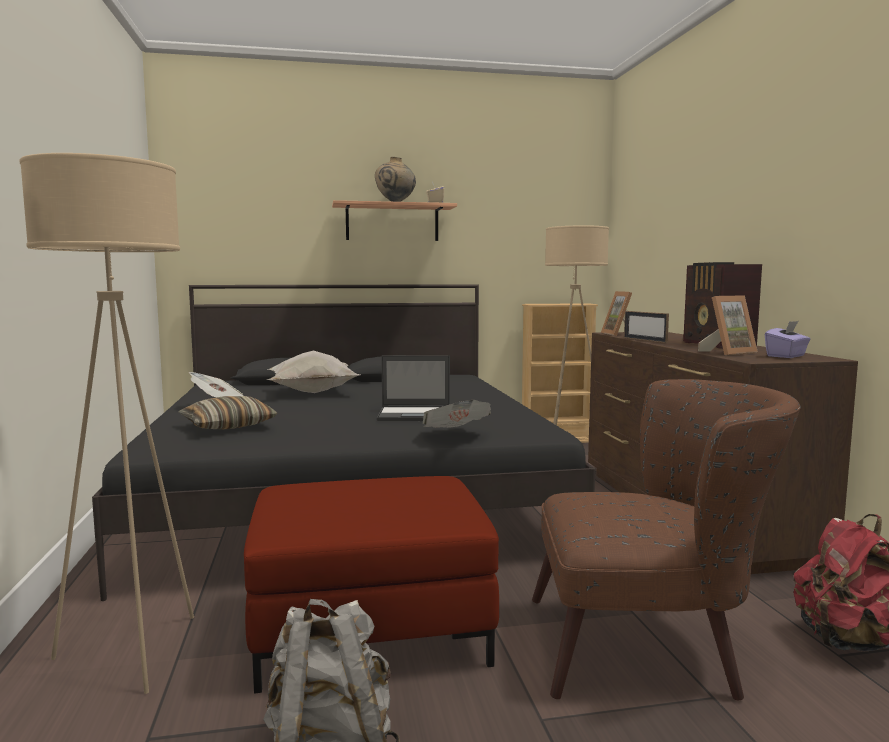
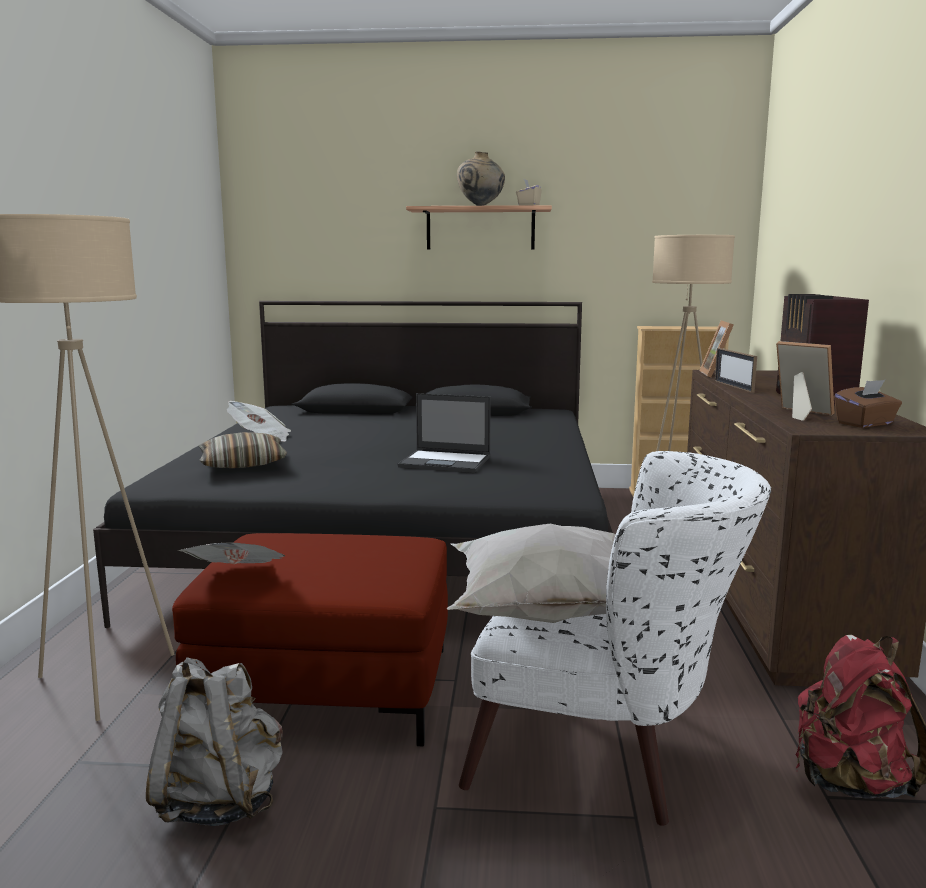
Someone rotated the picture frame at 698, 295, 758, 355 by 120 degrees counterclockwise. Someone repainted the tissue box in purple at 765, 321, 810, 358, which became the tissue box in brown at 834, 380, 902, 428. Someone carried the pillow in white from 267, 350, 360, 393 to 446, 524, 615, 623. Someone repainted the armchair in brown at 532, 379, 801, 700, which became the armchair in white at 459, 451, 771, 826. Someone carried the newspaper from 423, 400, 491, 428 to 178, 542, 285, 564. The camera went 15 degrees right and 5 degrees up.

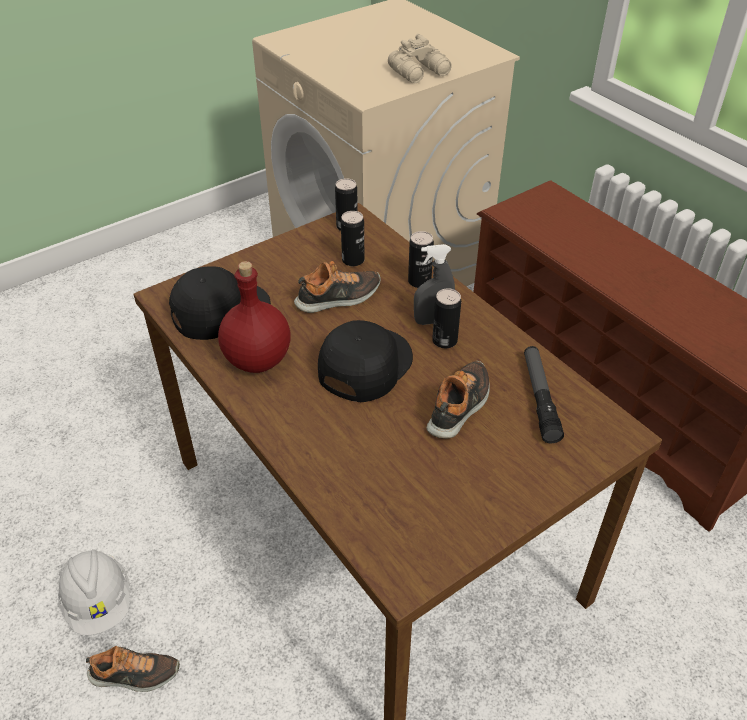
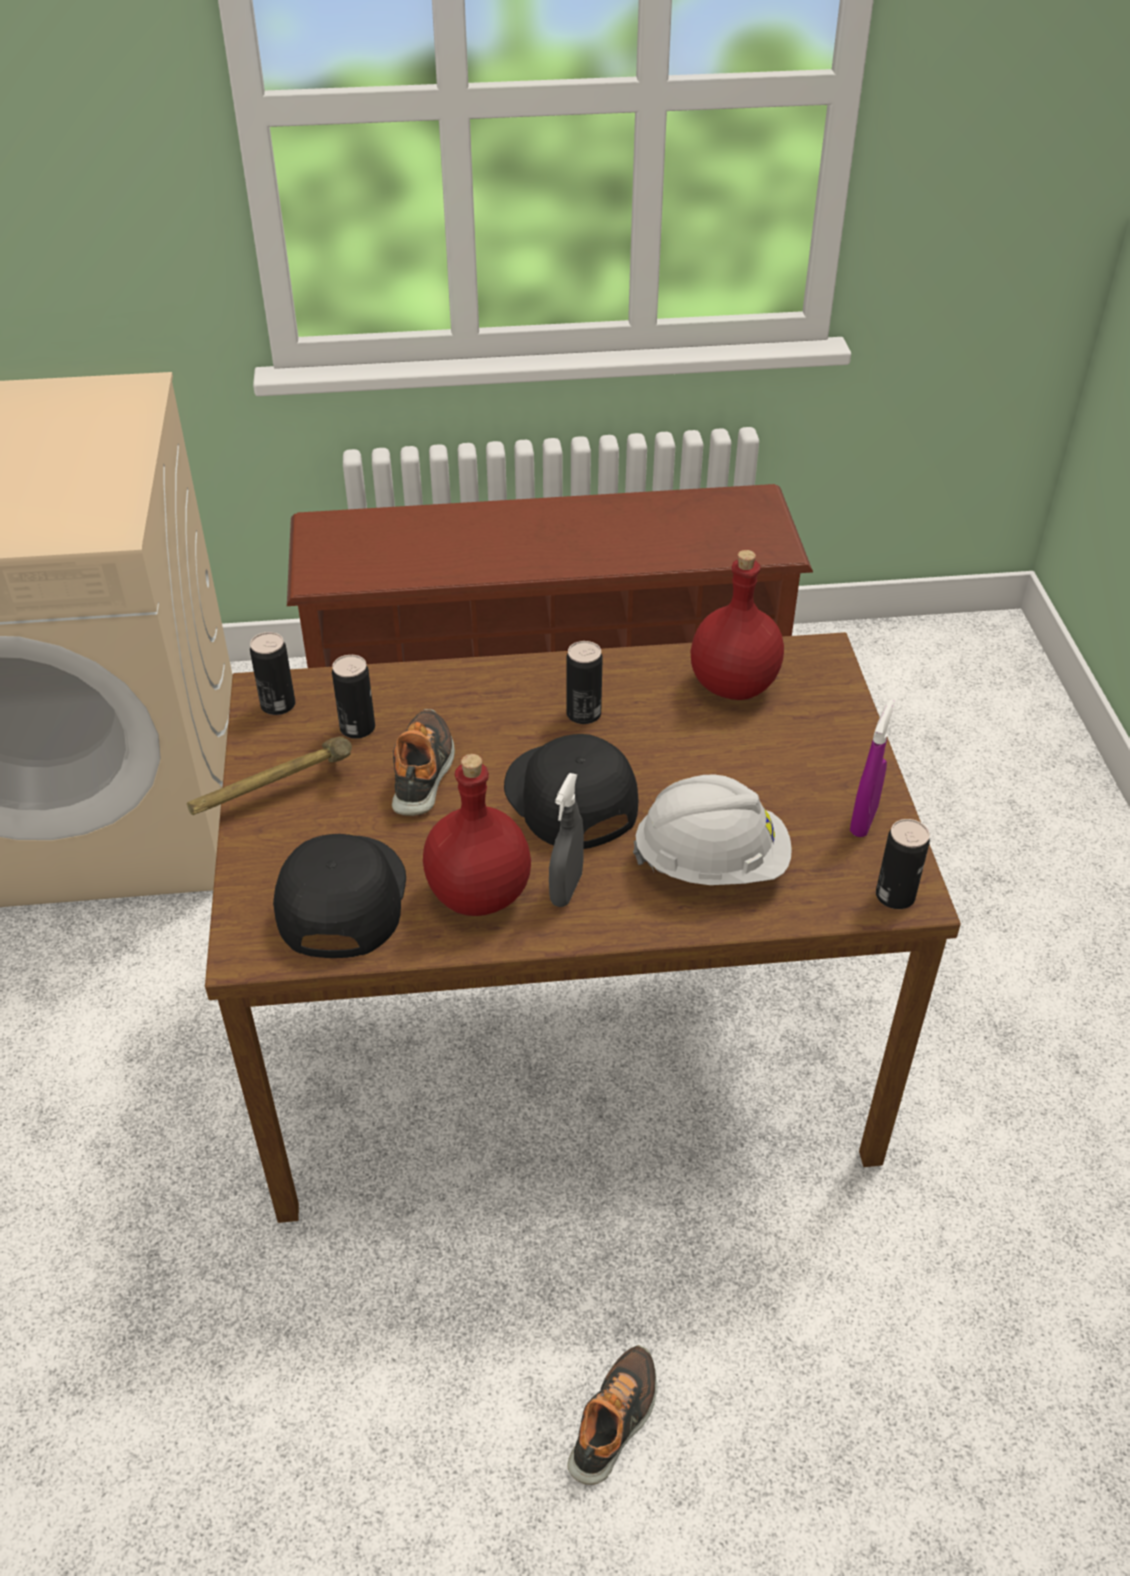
Someone took away the binoculars in beige at 388, 34, 452, 83. Someone carried the can from 408, 231, 434, 288 to 876, 819, 930, 909. Someone carried the spray bottle in grey from 414, 244, 455, 325 to 549, 773, 584, 907. Someone swapped the flashlight at 524, 346, 564, 444 for the bottle in red at 691, 550, 784, 700. Someone took away the shoe at 426, 361, 490, 439. Someone carried the hard hat in white from 58, 549, 130, 635 to 633, 775, 792, 885. Someone put down the spray bottle in purple at 850, 699, 894, 837. Someone put down the hammer at 187, 736, 352, 815. The camera went 60 degrees left and 0 degrees up.

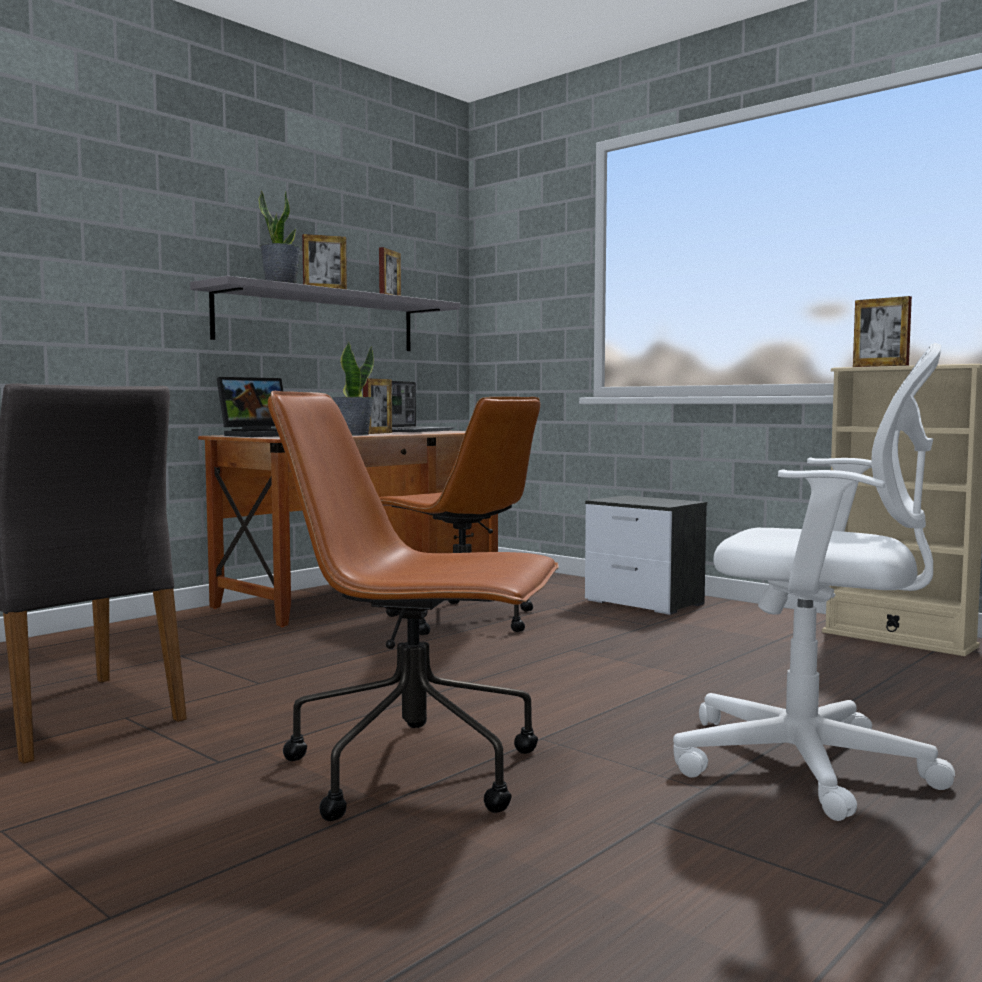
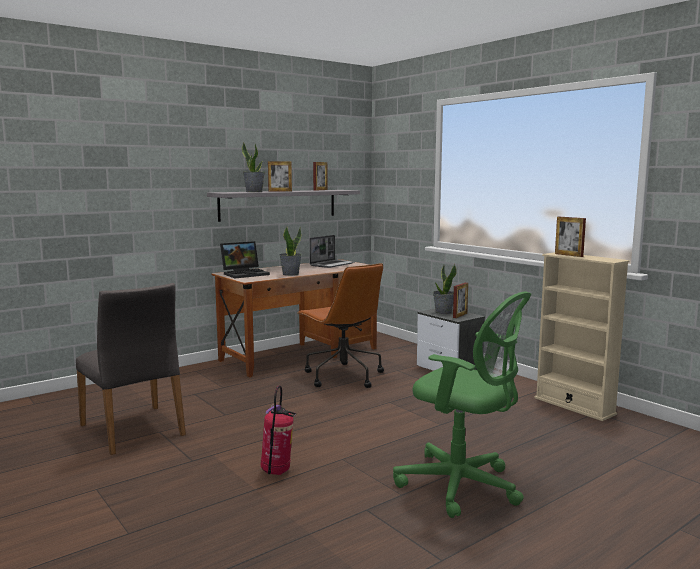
Someone repainted the office chair in white at 673, 343, 955, 821, which became the office chair in green at 393, 292, 531, 518. Someone carried the picture frame from 363, 378, 392, 434 to 453, 283, 468, 318. Someone swapped the office chair in brown at 268, 391, 559, 821 for the fire extinguisher at 261, 385, 296, 475. Someone put down the potted plant at 433, 264, 457, 314. The camera went 10 degrees right and 5 degrees up.

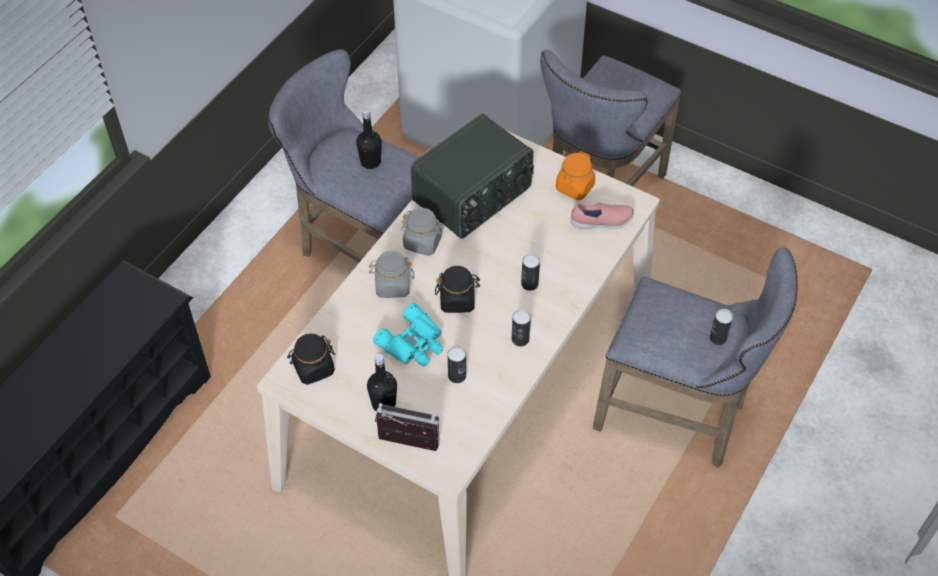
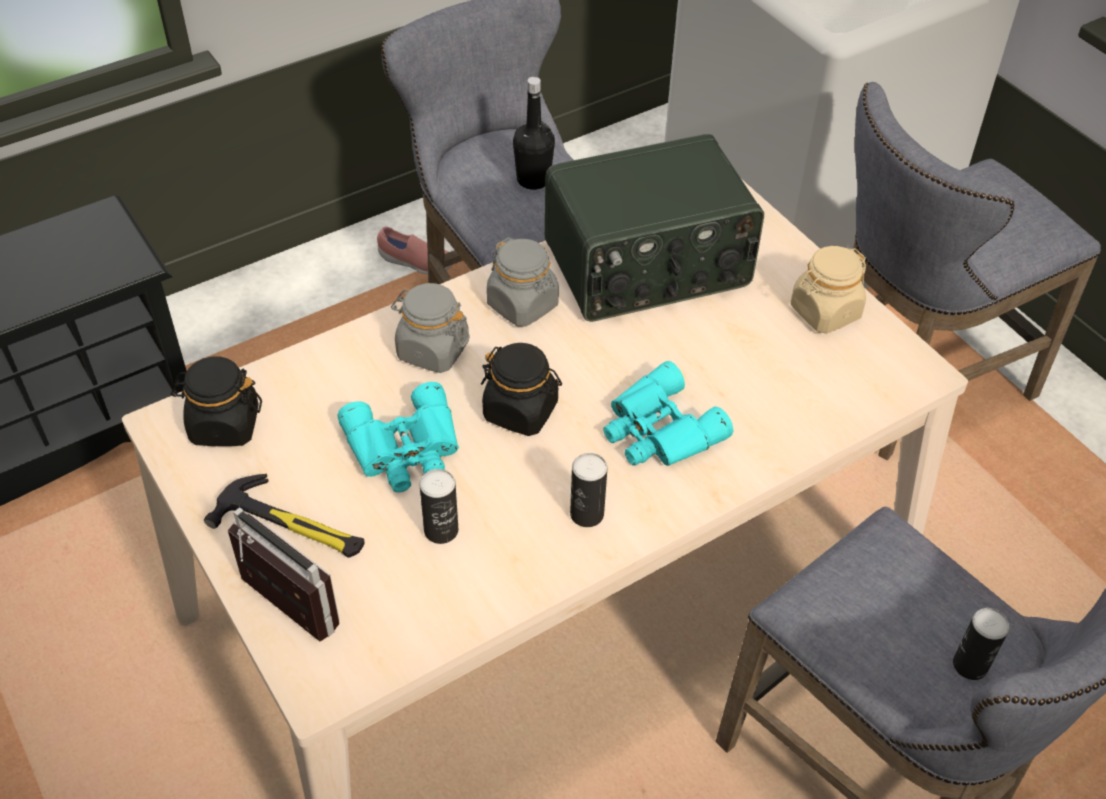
Someone repainted the jar in orange at 556, 151, 595, 200, which became the jar in beige at 790, 246, 867, 333. Someone carried the shoe in pink from 571, 203, 634, 229 to 377, 226, 452, 275. Someone swapped the can at 521, 253, 540, 291 for the binoculars in turquoise at 603, 361, 733, 466. Someone swapped the bottle in black at 367, 353, 397, 412 for the hammer at 204, 474, 365, 558. The camera went 25 degrees right and 5 degrees down.

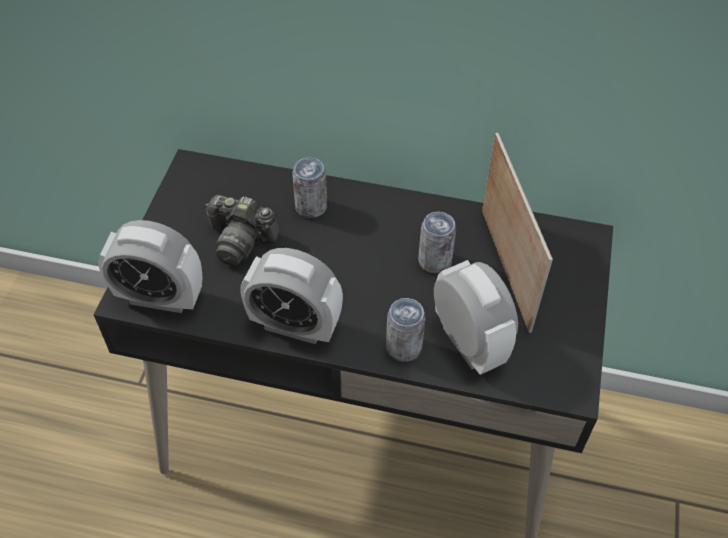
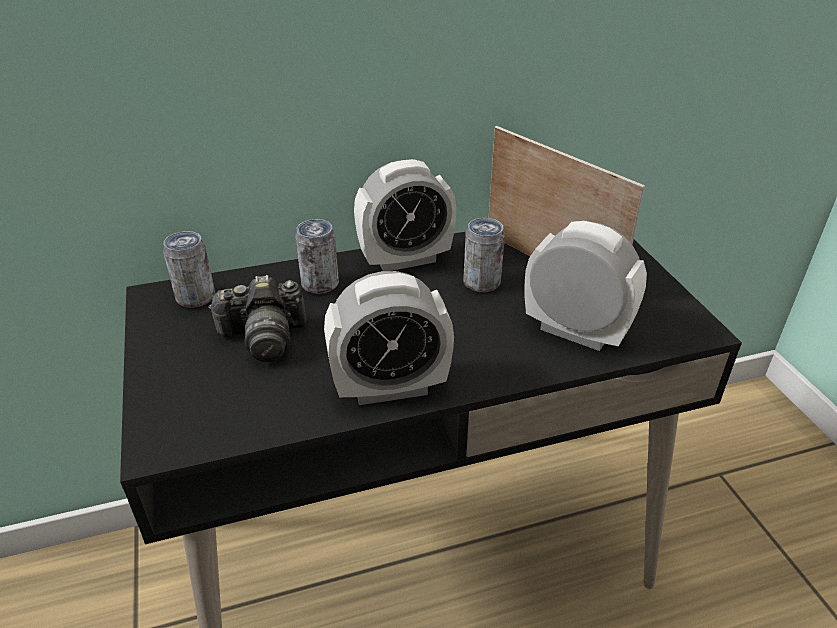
Someone carried the alarm clock from 98, 220, 202, 313 to 354, 159, 456, 271. Someone carried the can from 386, 298, 426, 362 to 163, 231, 215, 308. The camera went 30 degrees left and 15 degrees down.

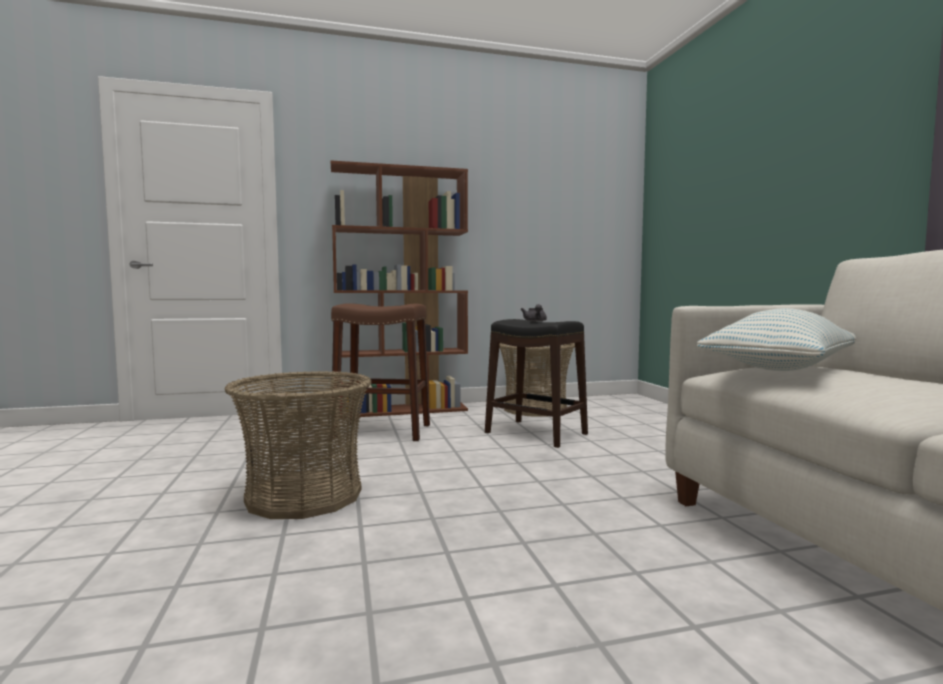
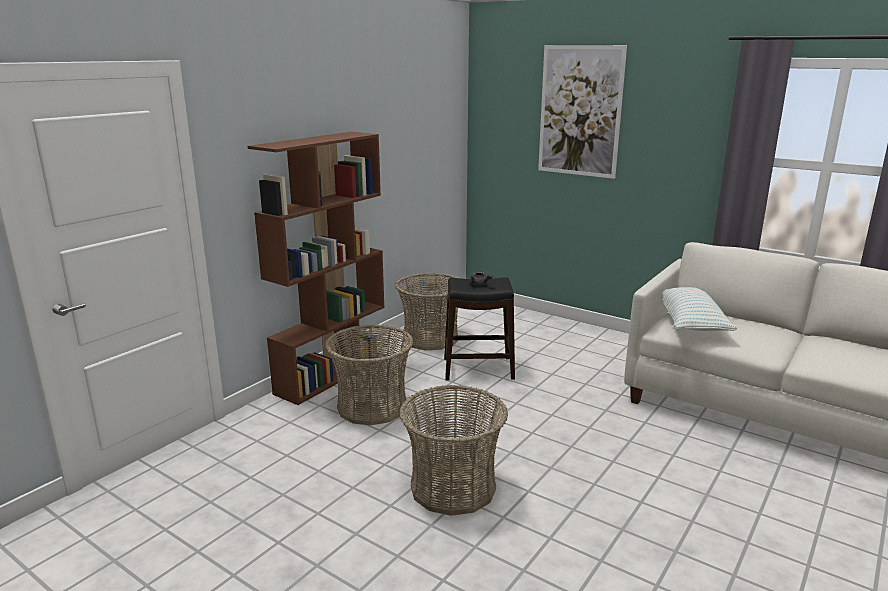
Someone swapped the stool in brown at 331, 303, 430, 441 for the basket at 325, 324, 413, 425. Someone put up the picture at 538, 45, 627, 179. The camera went 40 degrees left and 15 degrees up.

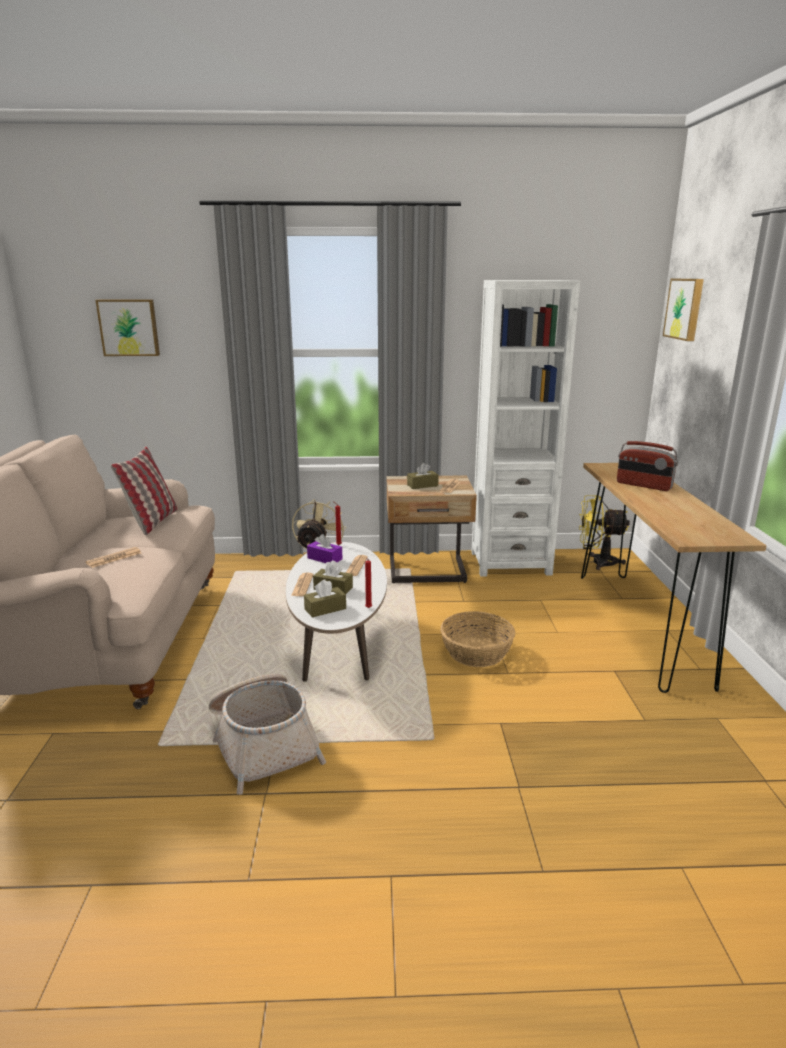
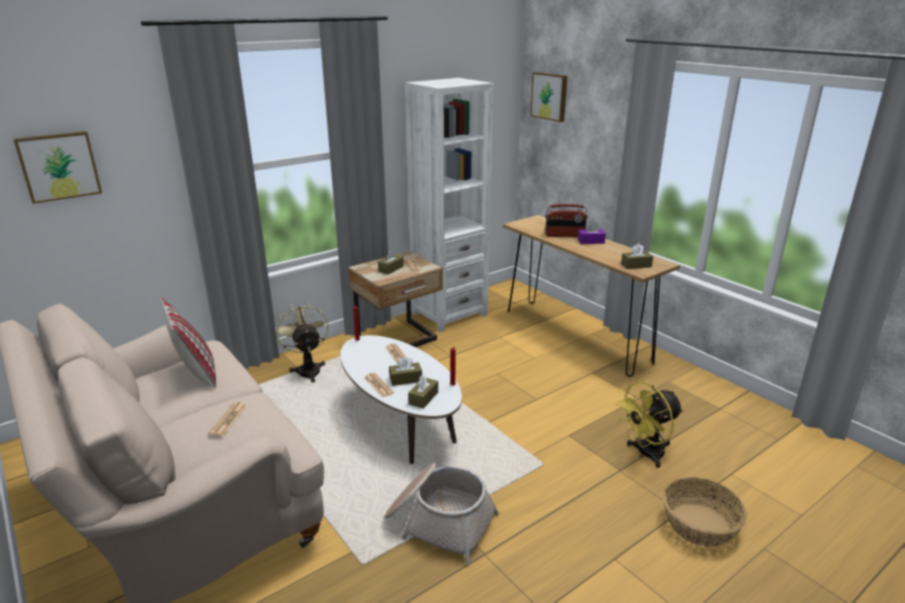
Someone carried the fan in yellow from 579, 495, 630, 570 to 615, 382, 683, 468. Someone carried the tissue box in purple from 307, 534, 342, 563 to 578, 222, 606, 244. Someone carried the basket from 440, 611, 516, 667 to 663, 477, 747, 547. Someone put down the tissue box in brown at 621, 244, 653, 269. The camera went 35 degrees left and 5 degrees up.

